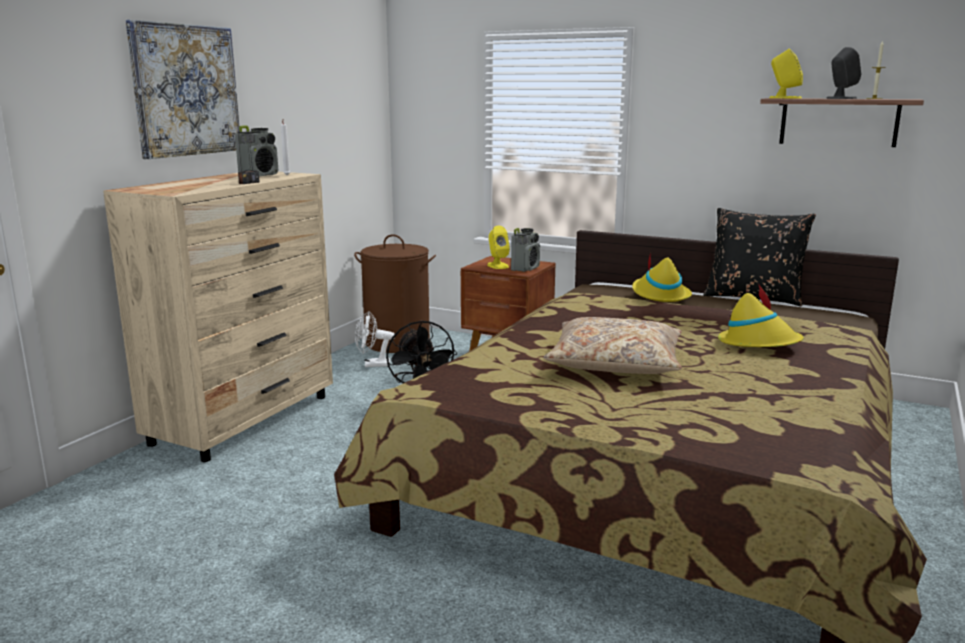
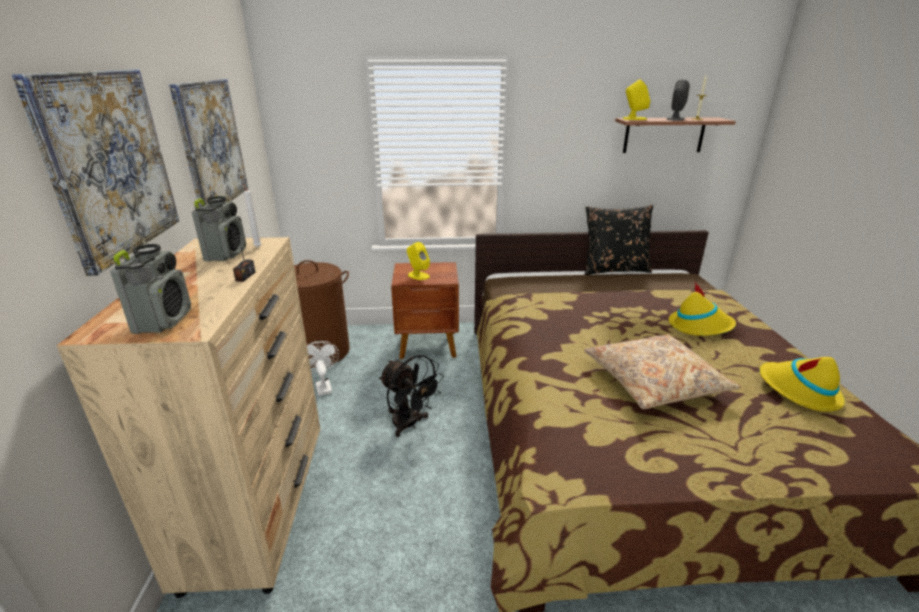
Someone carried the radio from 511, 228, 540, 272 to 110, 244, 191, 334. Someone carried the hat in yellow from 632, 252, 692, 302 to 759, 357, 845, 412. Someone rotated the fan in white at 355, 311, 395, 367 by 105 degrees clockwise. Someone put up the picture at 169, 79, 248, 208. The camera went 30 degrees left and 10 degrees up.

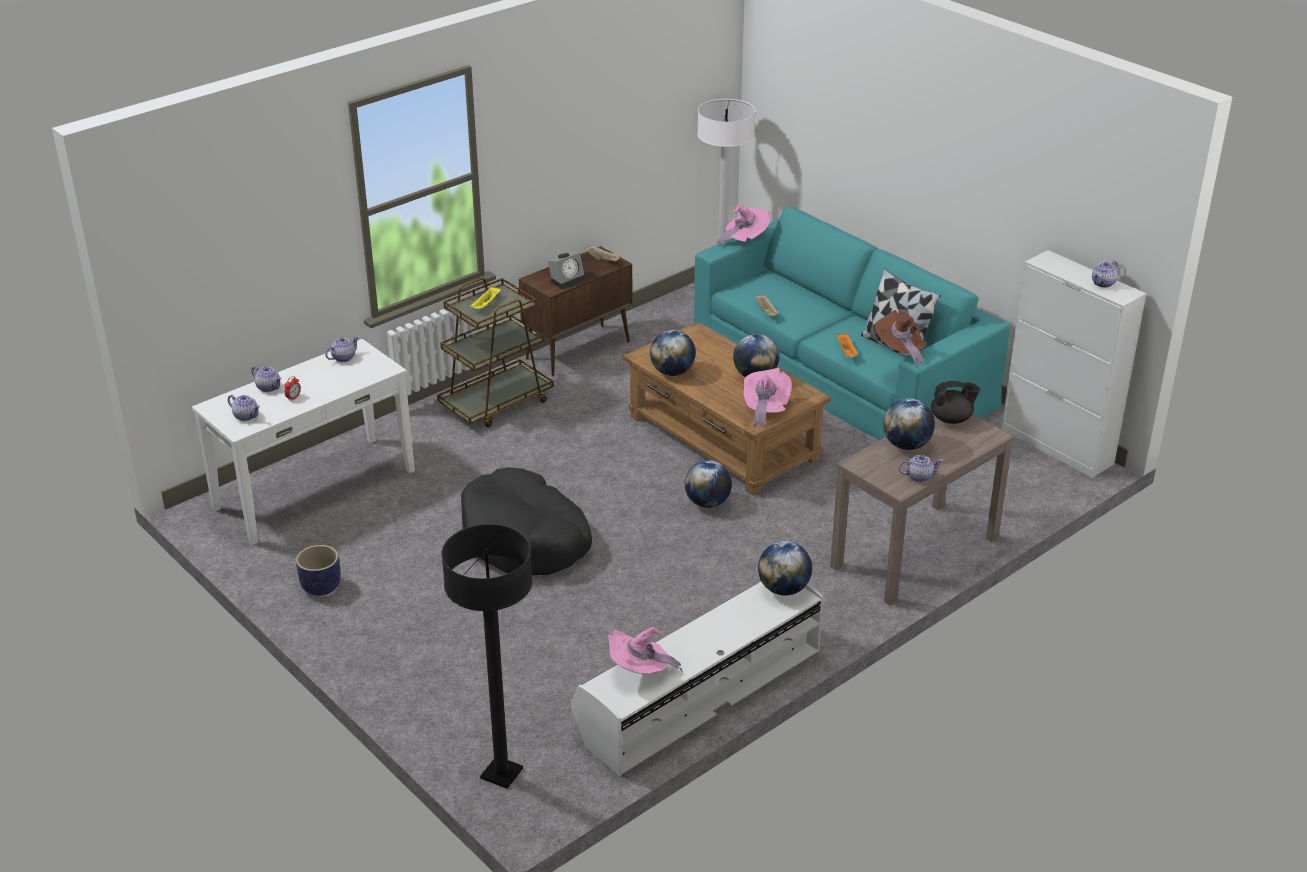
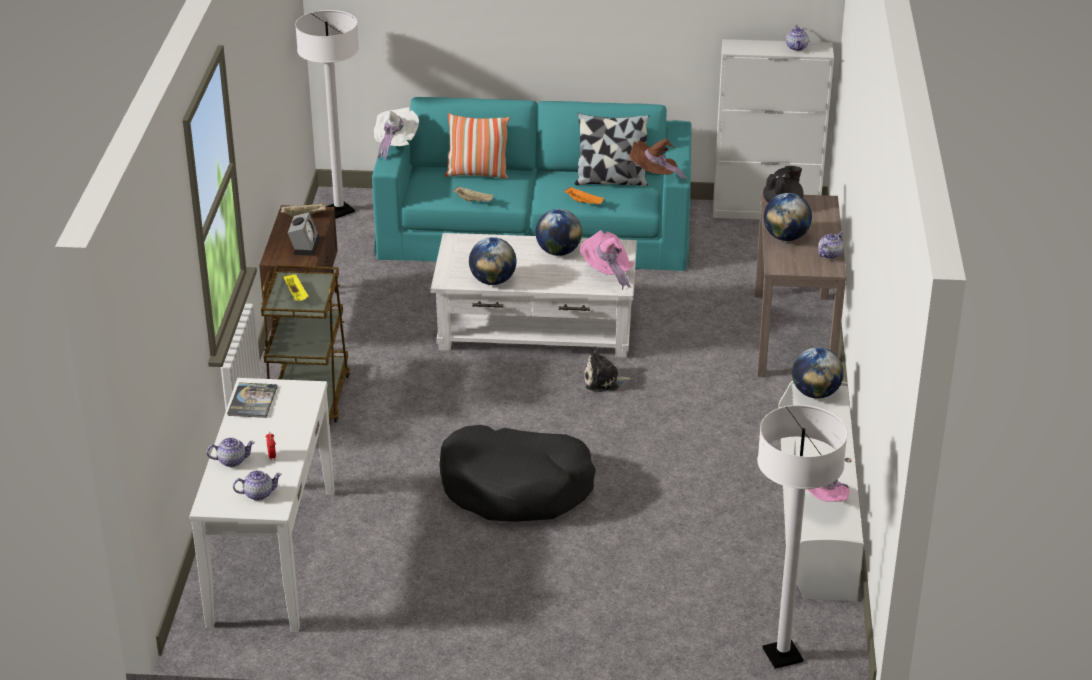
Someone repainted the hat in pink at 717, 205, 770, 247, which became the hat in white at 374, 107, 419, 160. Someone repainted the coffee table in brown at 623, 322, 831, 495, which became the coffee table in white at 431, 233, 637, 358. Someone swapped the teapot at 325, 336, 359, 362 for the book at 227, 382, 278, 418. Someone swapped the globe at 685, 460, 732, 508 for the plush toy at 584, 347, 633, 392. Someone repainted the floor lamp in black at 441, 524, 533, 789, which became the floor lamp in white at 757, 405, 848, 669. Someone took away the planter at 296, 545, 341, 596. Someone put down the pillow at 445, 113, 510, 179. The camera went 45 degrees left and 0 degrees up.

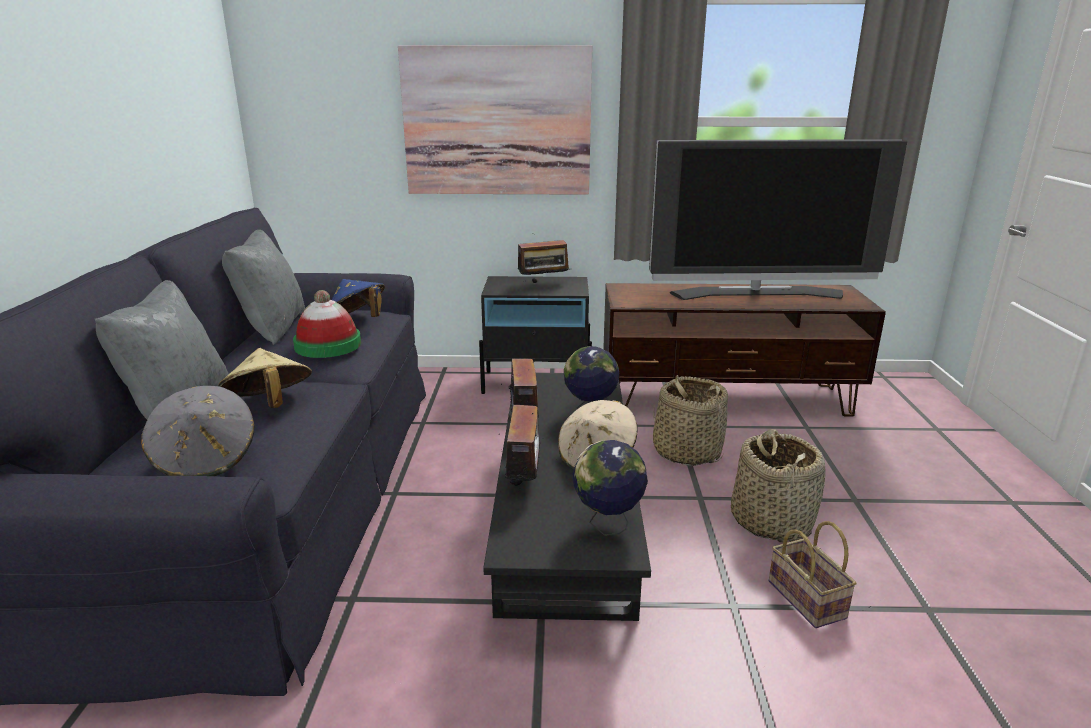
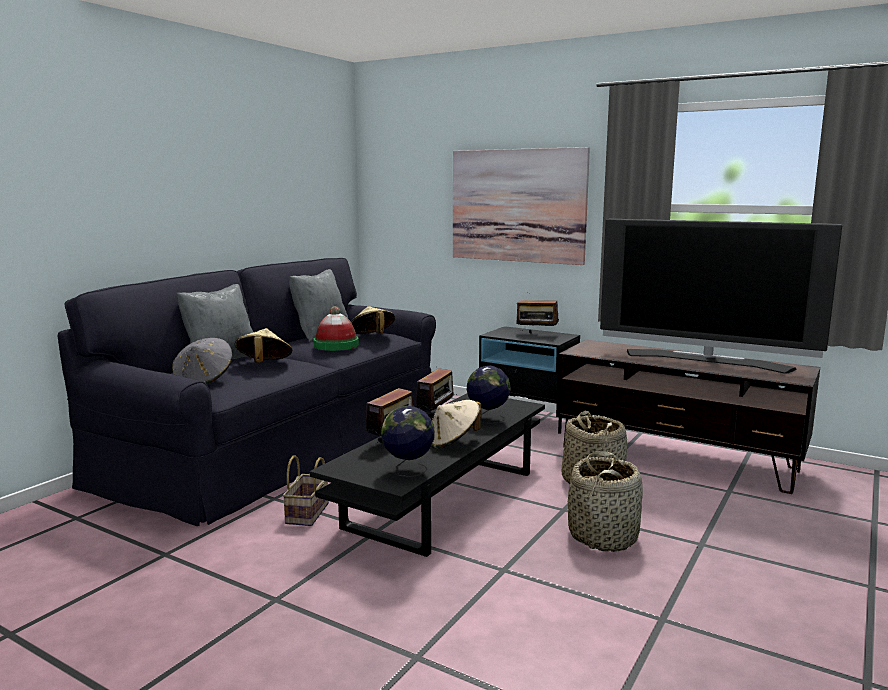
Someone repainted the hat in blue at 332, 279, 385, 317, which became the hat in beige at 351, 306, 395, 334. Someone carried the basket from 769, 521, 857, 628 to 283, 455, 329, 526. The camera went 30 degrees right and 10 degrees down.

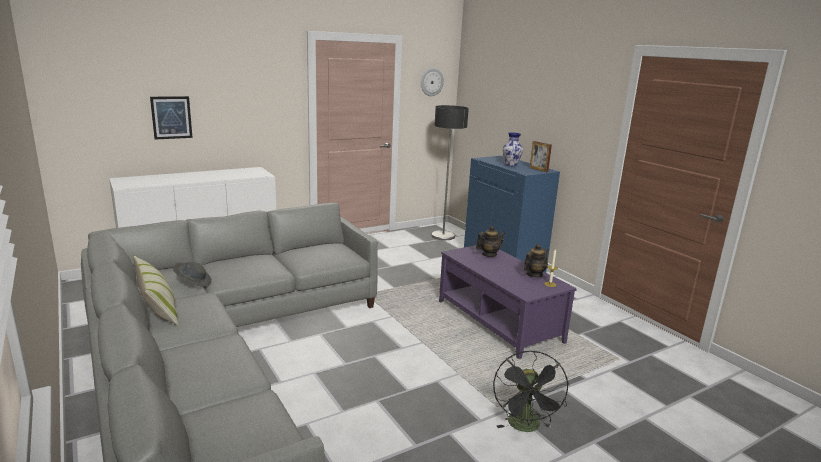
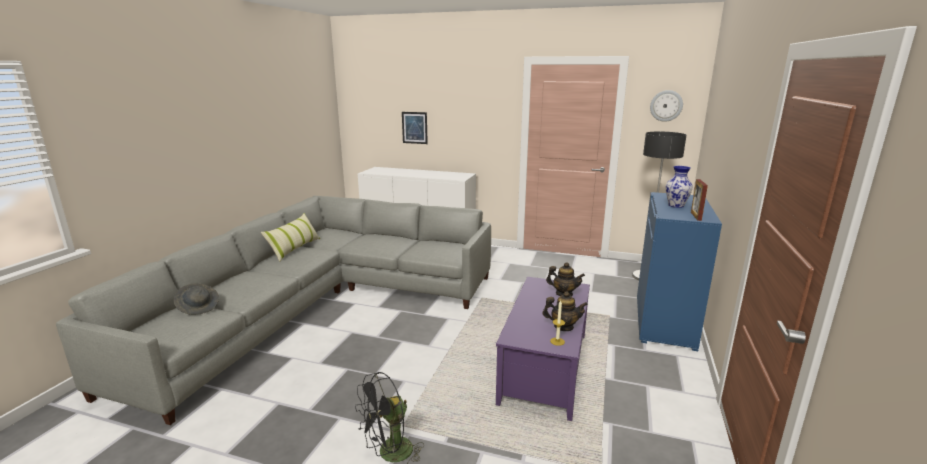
Someone carried the hat in grey from 173, 262, 212, 286 to 174, 283, 219, 315. The camera went 50 degrees right and 0 degrees up.

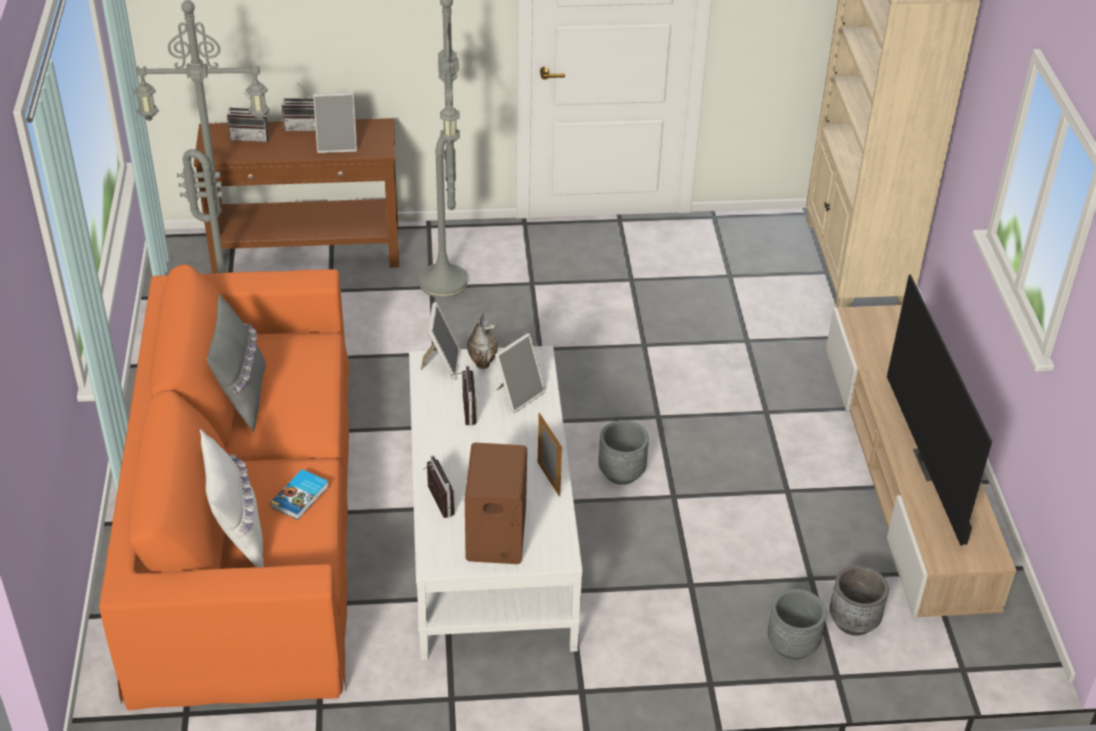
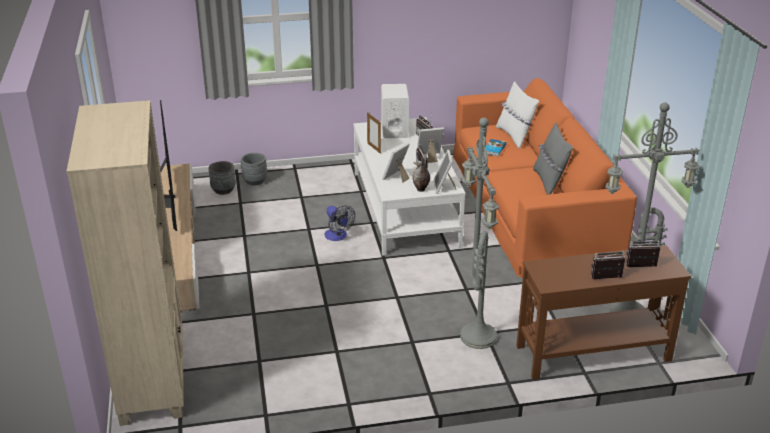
Someone carried the picture frame from 313, 93, 357, 153 to 417, 127, 444, 163. Someone swapped the planter in grey at 598, 420, 649, 485 for the fan at 325, 205, 355, 241. Someone repainted the speaker in brown at 465, 443, 527, 564, which became the speaker in white at 381, 84, 409, 138. The camera went 175 degrees right and 10 degrees down.

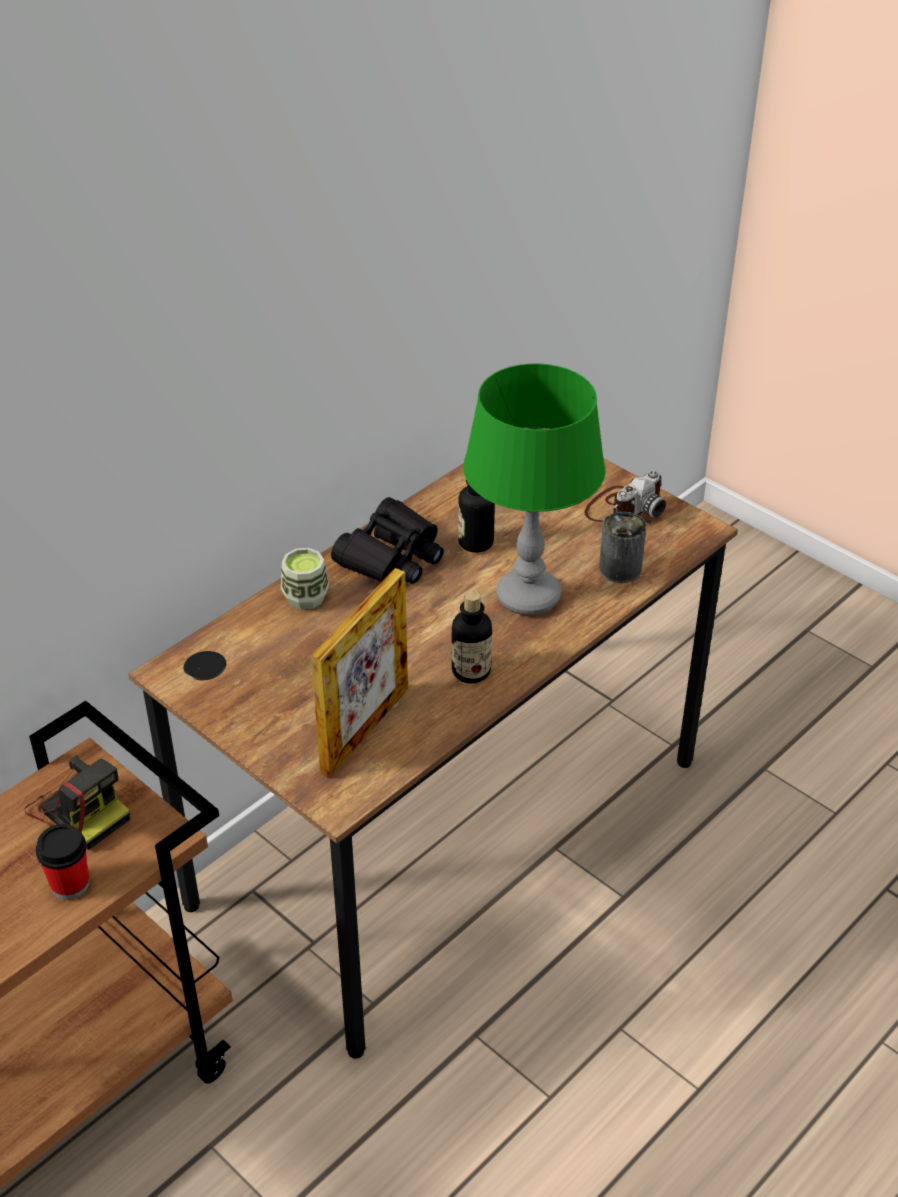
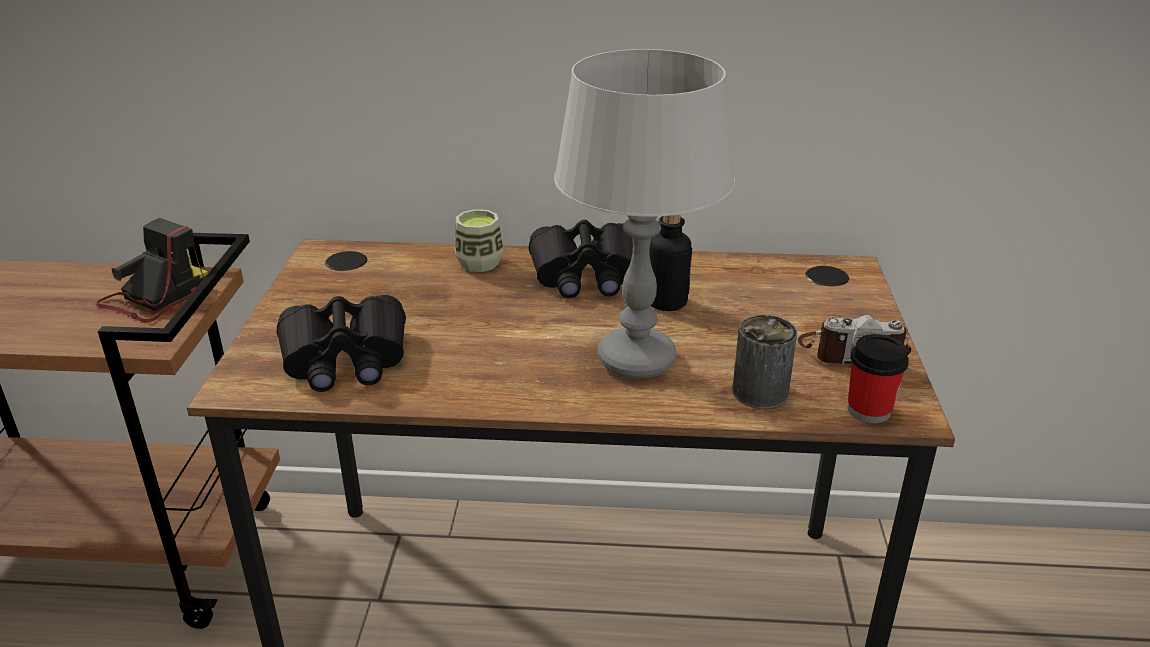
Someone repainted the table lamp in green at 463, 363, 606, 615, which became the table lamp in grey at 554, 49, 735, 378. Someone swapped the picture frame at 311, 568, 408, 778 for the binoculars in black at 277, 295, 406, 392. Someone took away the bottle at 451, 590, 492, 683. Someone rotated the photo camera at 24, 755, 130, 850 by 150 degrees counterclockwise. Someone carried the cup from 36, 824, 89, 900 to 848, 334, 909, 424. The camera went 50 degrees right and 10 degrees down.

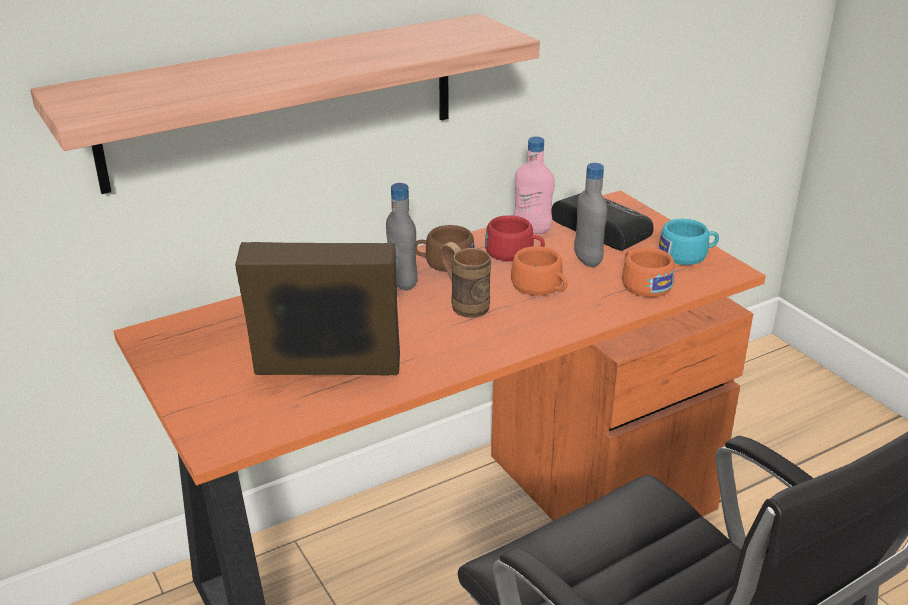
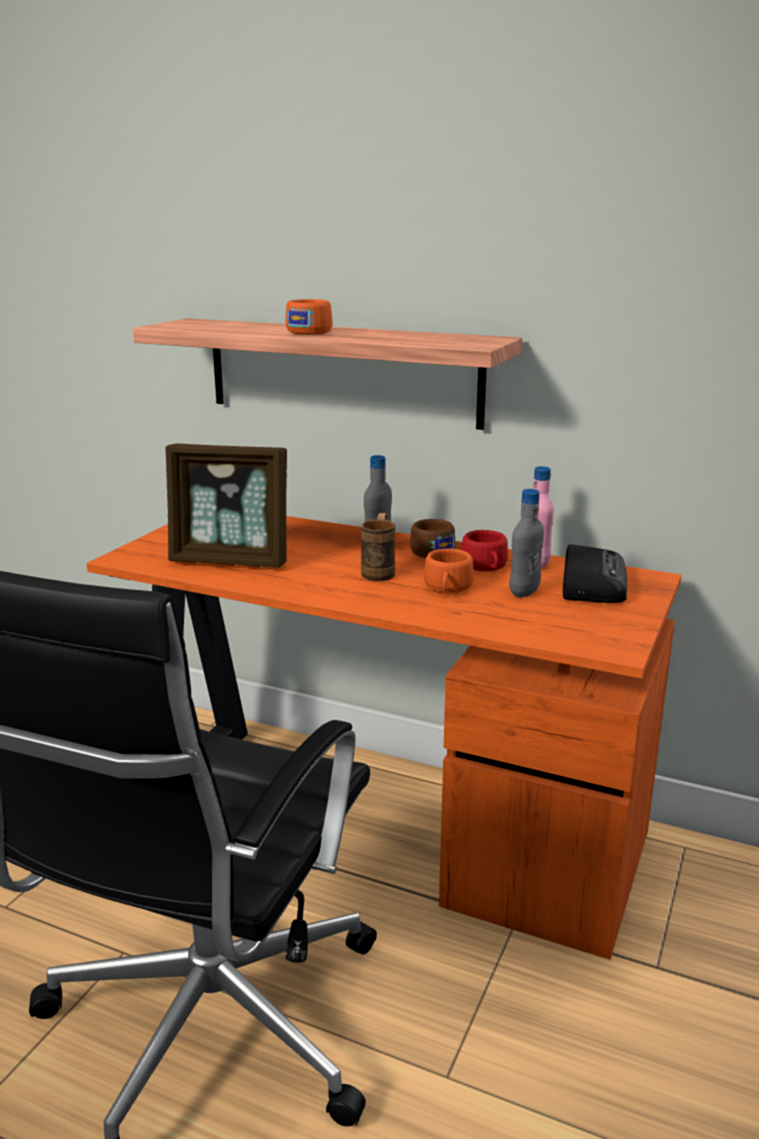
Someone took away the cup in turquoise at 659, 219, 719, 265. Someone rotated the picture frame at 235, 242, 400, 376 by 135 degrees clockwise. Someone carried the cup in orange from 622, 248, 675, 297 to 286, 299, 333, 335. The camera went 55 degrees right and 10 degrees down.

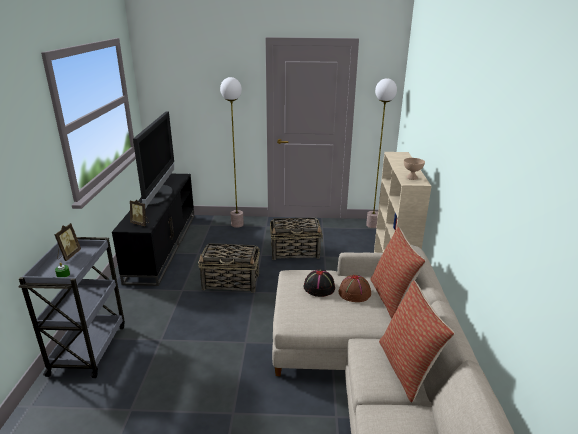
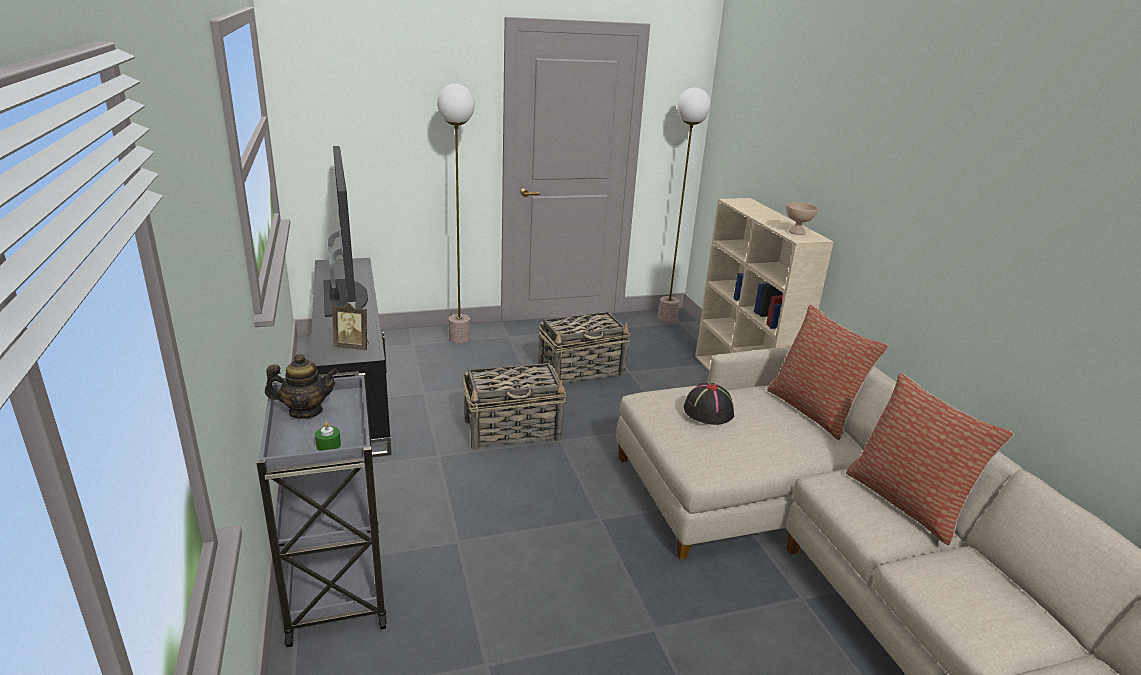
Someone swapped the picture frame at 54, 223, 81, 261 for the teapot at 265, 354, 338, 419. Someone took away the hat in brown at 339, 275, 371, 302. The camera went 20 degrees left and 0 degrees up.

